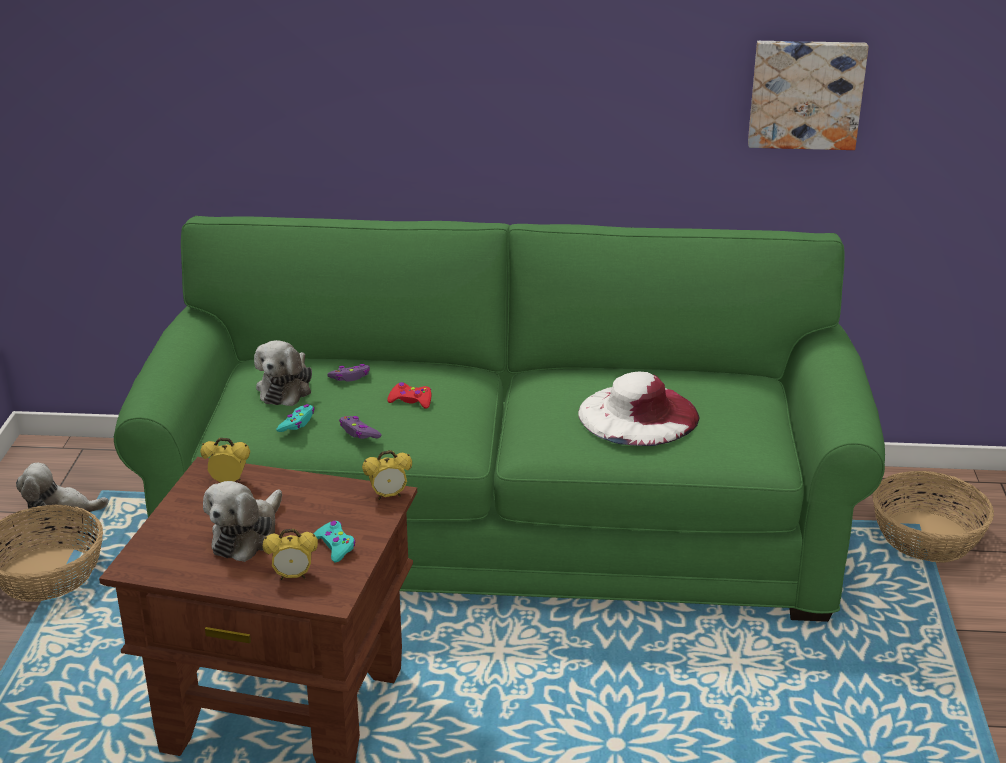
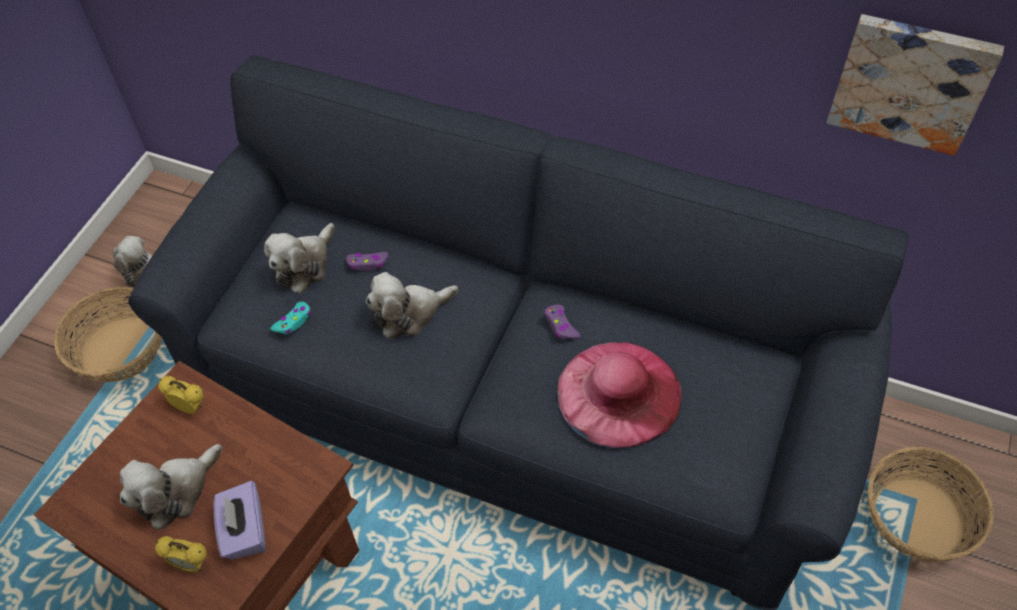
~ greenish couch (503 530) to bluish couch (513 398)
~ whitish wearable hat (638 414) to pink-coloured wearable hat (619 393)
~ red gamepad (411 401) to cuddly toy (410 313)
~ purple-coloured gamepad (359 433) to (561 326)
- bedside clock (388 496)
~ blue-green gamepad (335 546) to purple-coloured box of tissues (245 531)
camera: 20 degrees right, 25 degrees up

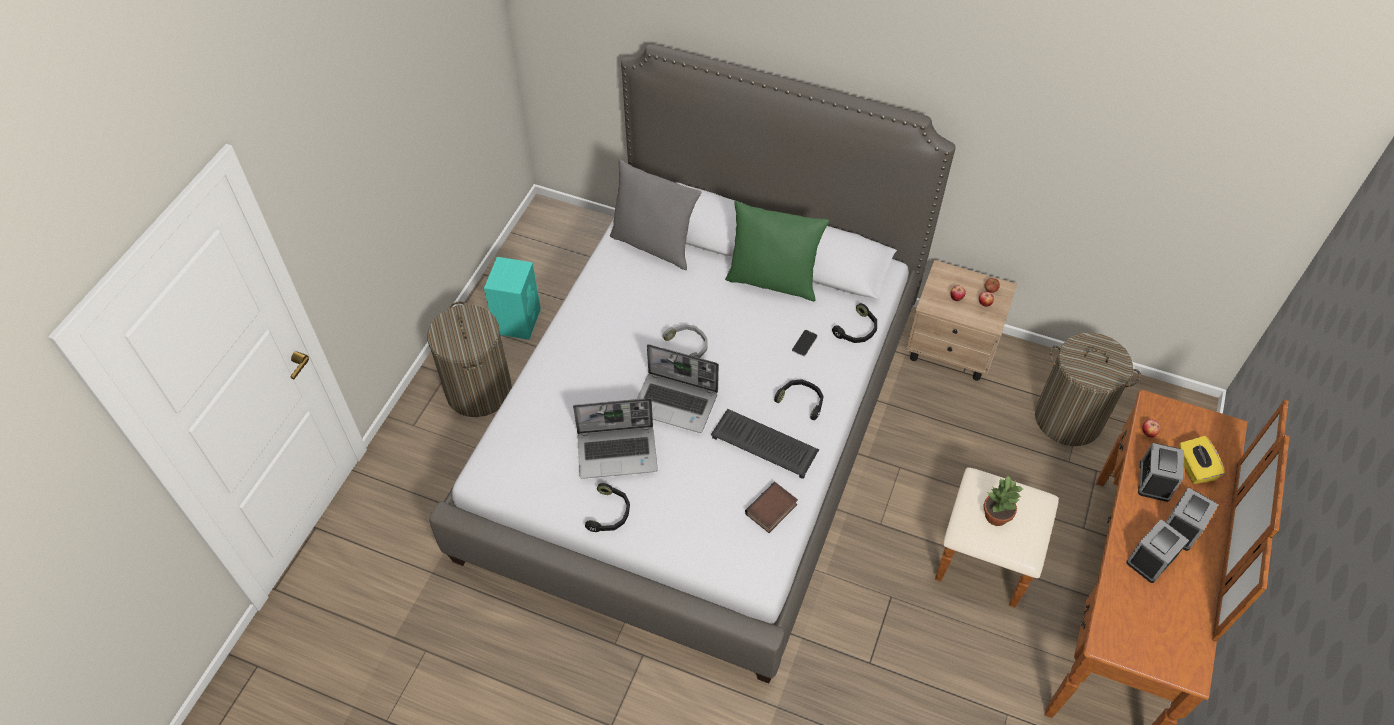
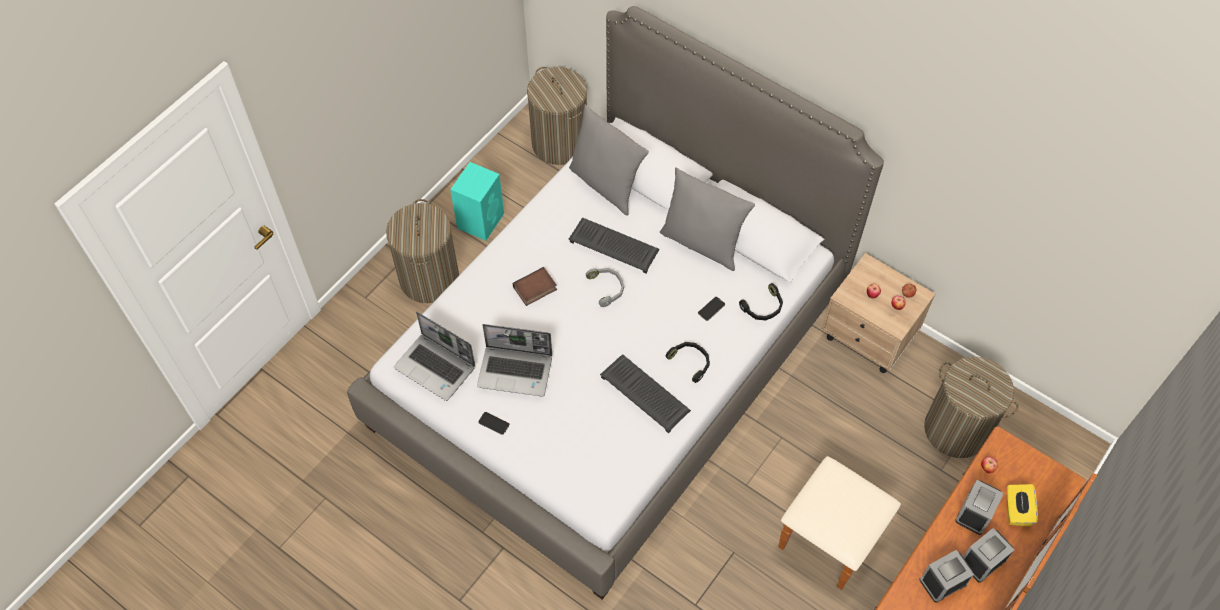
~ greenish cushion (772 281) to gray cushion (702 243)
~ portable computer (676 403) to (436 367)
- potted plant (996 516)
~ bound book (771 511) to (535 289)
~ blackish pair of headphones (610 513) to handset (494 423)
+ laundry basket (560 143)
+ PC keyboard (615 245)
camera: 15 degrees right, 5 degrees up

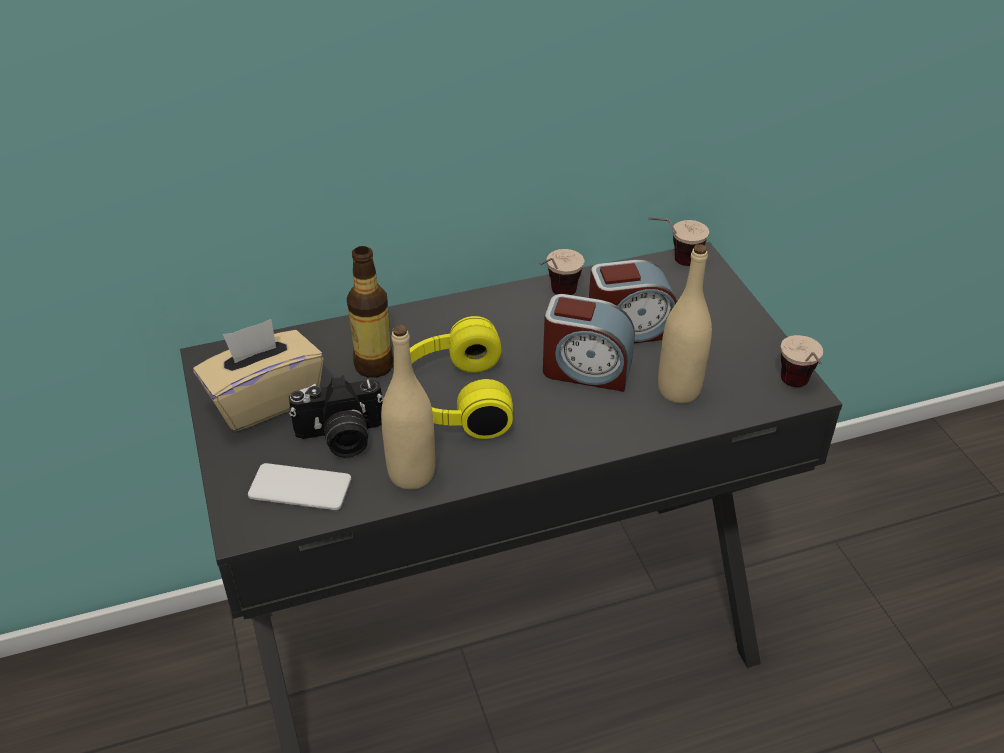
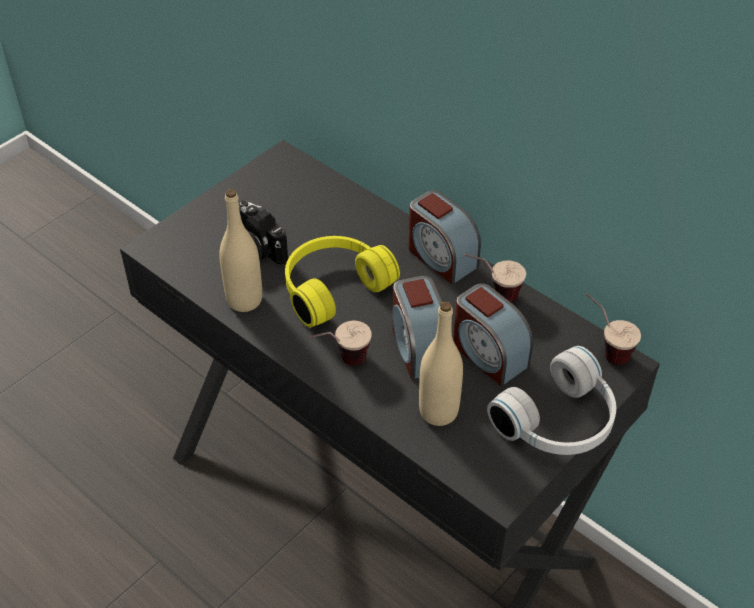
- bottle (374 366)
- sand-coloured box of tissues (265 400)
~ drinking cup (798 390) to (341 363)
- handset (300 488)
+ bedside clock (441 257)
+ whitish pair of headphones (560 423)
camera: 60 degrees right, 5 degrees up

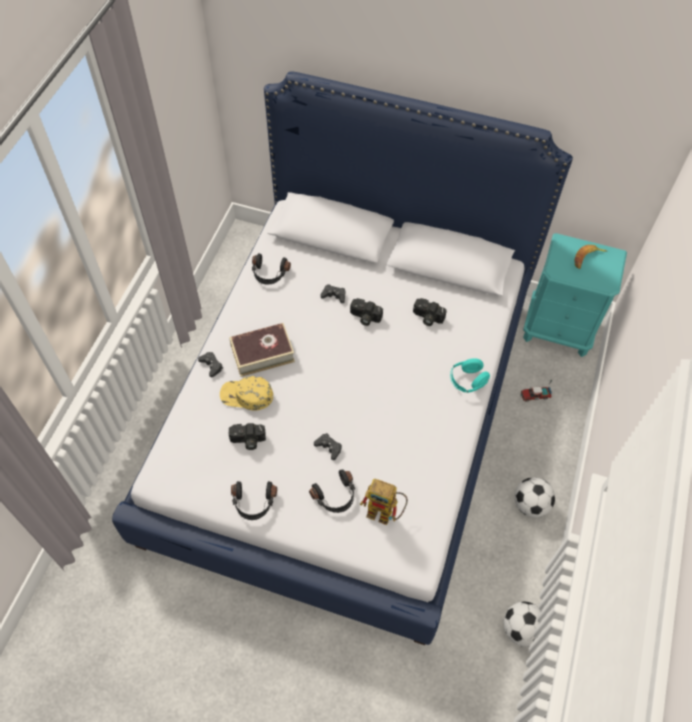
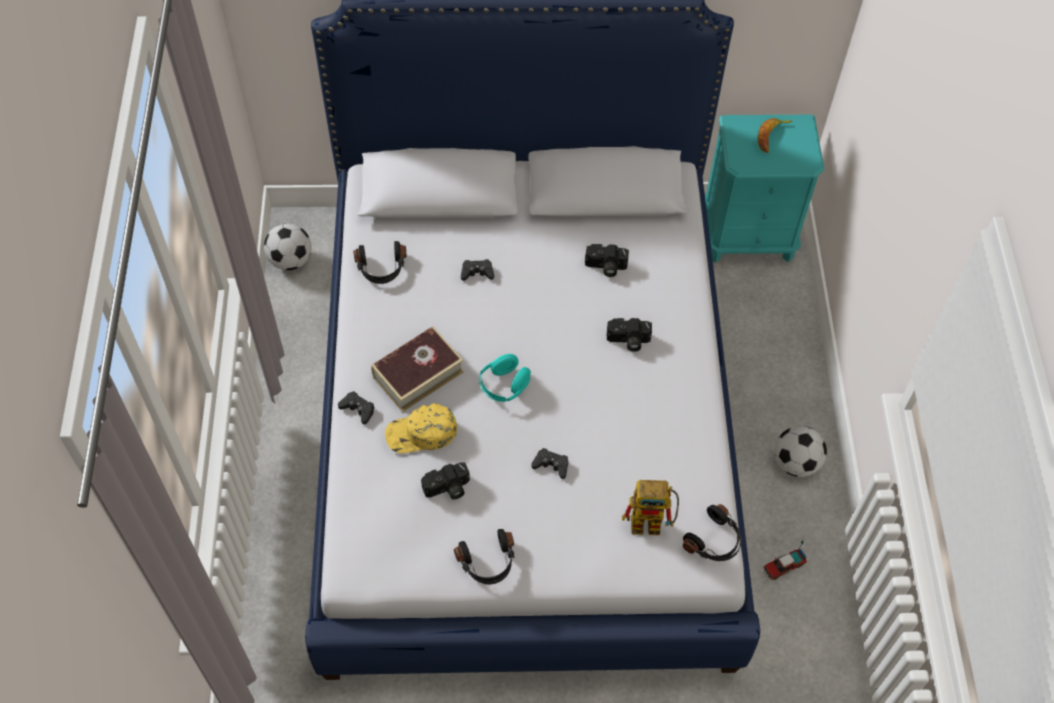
~ still camera (364 317) to (628 341)
~ blue-green pair of headphones (467 381) to (504 386)
~ model truck (534 395) to (783 566)
~ blackish pair of headphones (335 496) to (714 541)
~ football (521 629) to (290 260)
camera: 20 degrees left, 0 degrees up

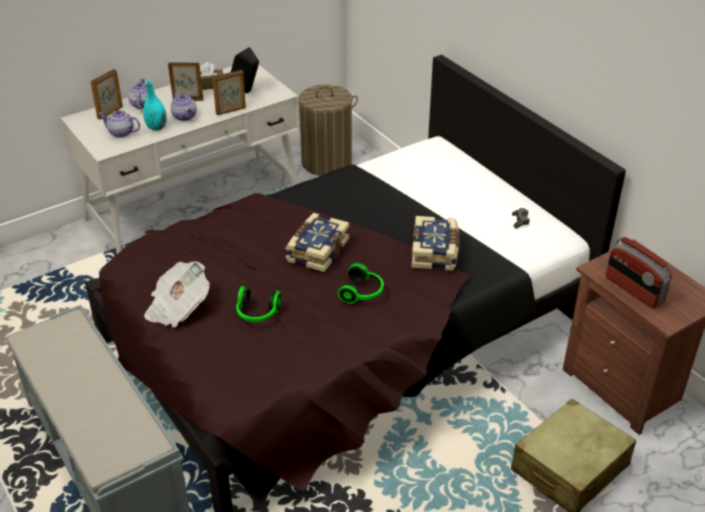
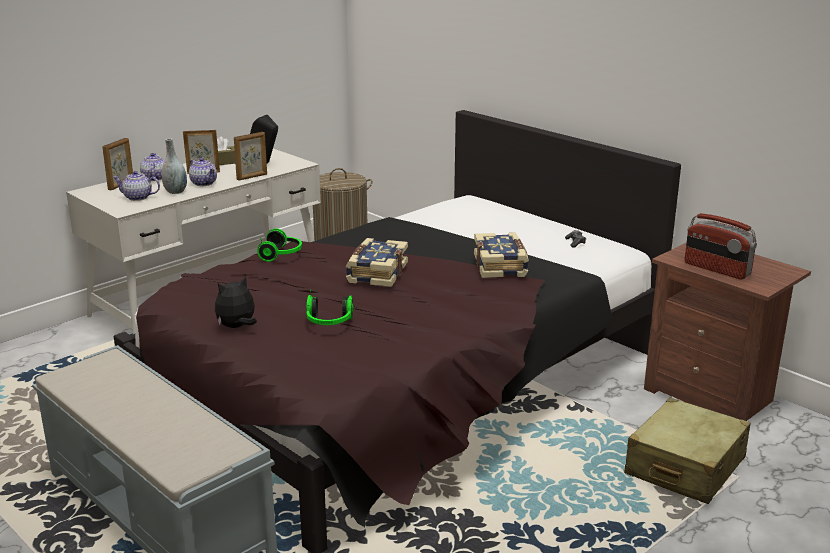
~ blue-green decorative vase (156 127) to gray decorative vase (175 192)
~ newspaper (177 308) to cuddly toy (237 327)
~ pair of headphones (362 293) to (282 255)
camera: 10 degrees left, 15 degrees down

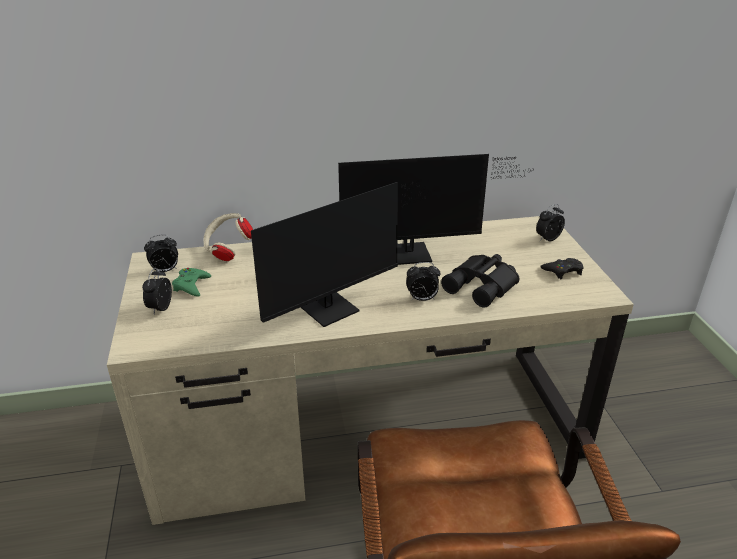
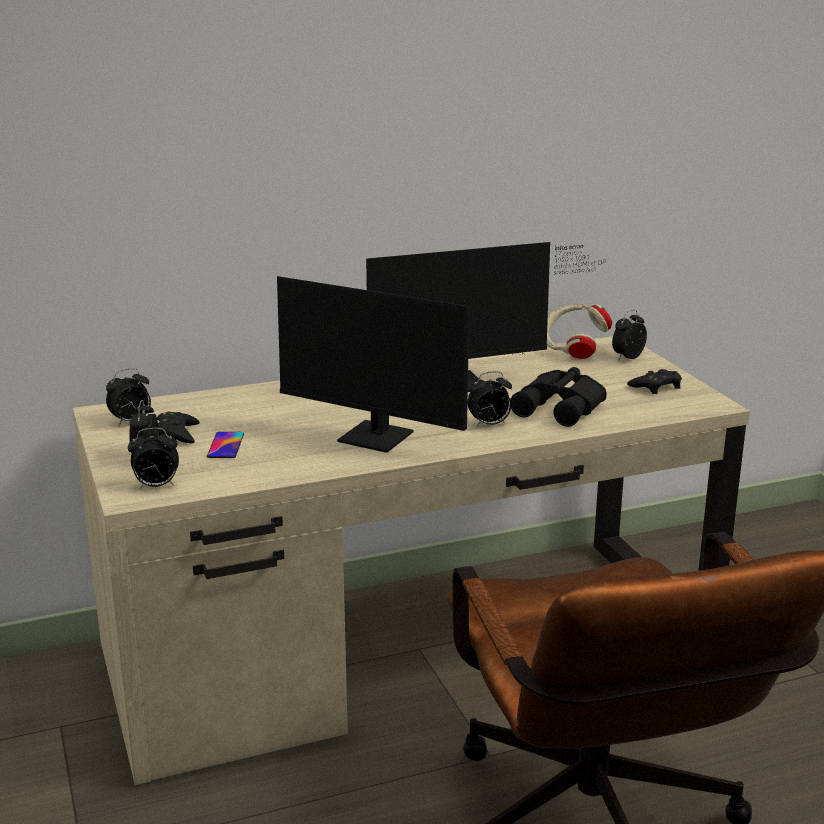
~ computer screen (337 307) = (383 439) 75 degrees clockwise
~ sand-coloured pair of headphones (228 251) to (572 350)
~ greenish gamepad (191 285) to blackish gamepad (176 434)
+ bedside clock (156 486)
+ handset (226 445)
camera: 10 degrees left, 10 degrees down

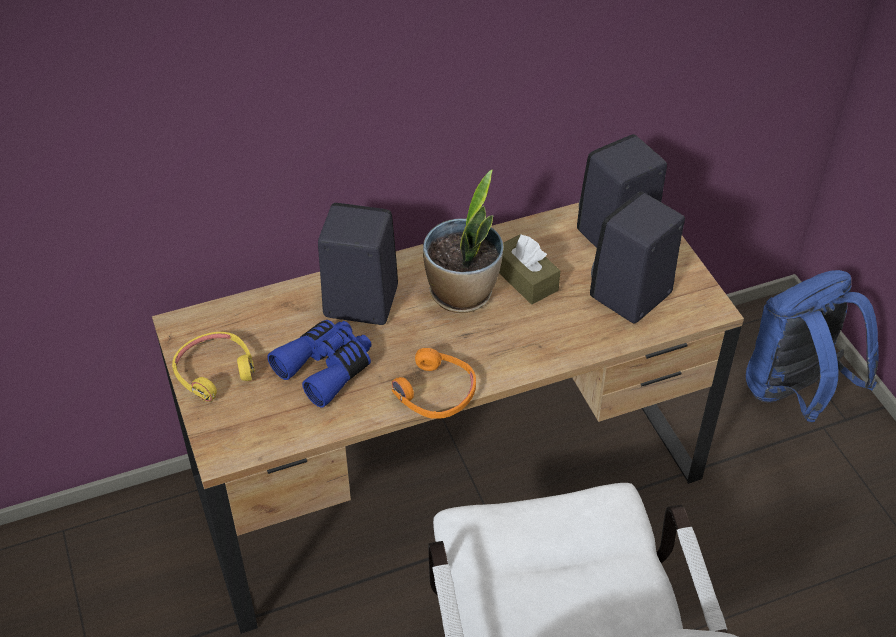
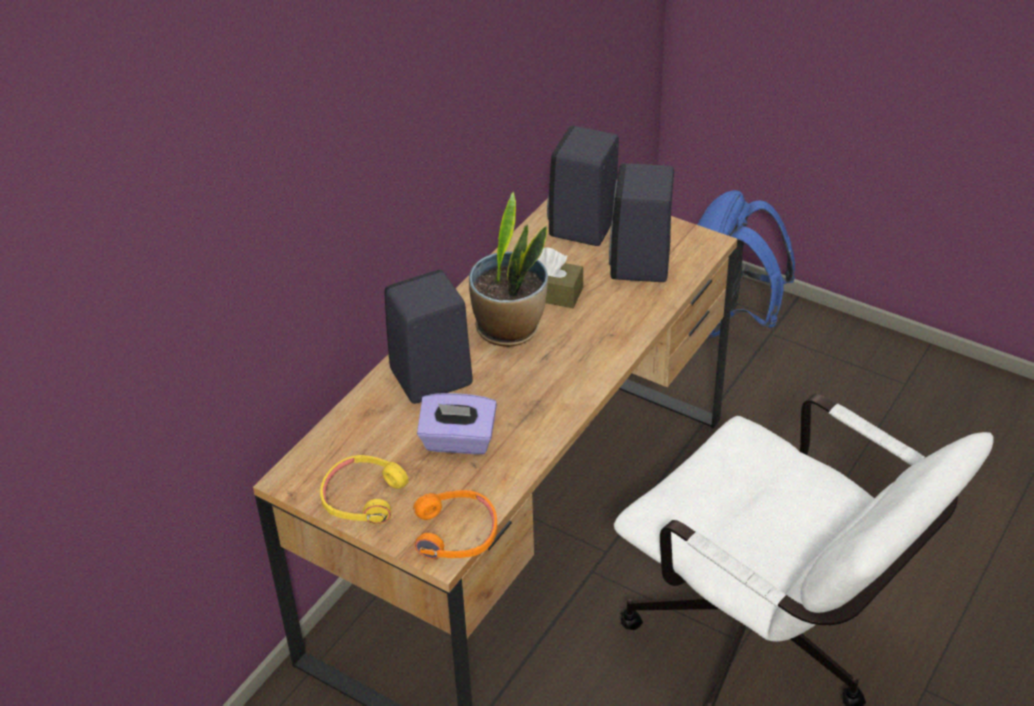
~ bluish field glasses (326 368) to purple-coloured box of tissues (458 441)
~ orange pair of headphones (436 393) to (456 533)
camera: 35 degrees left, 5 degrees down

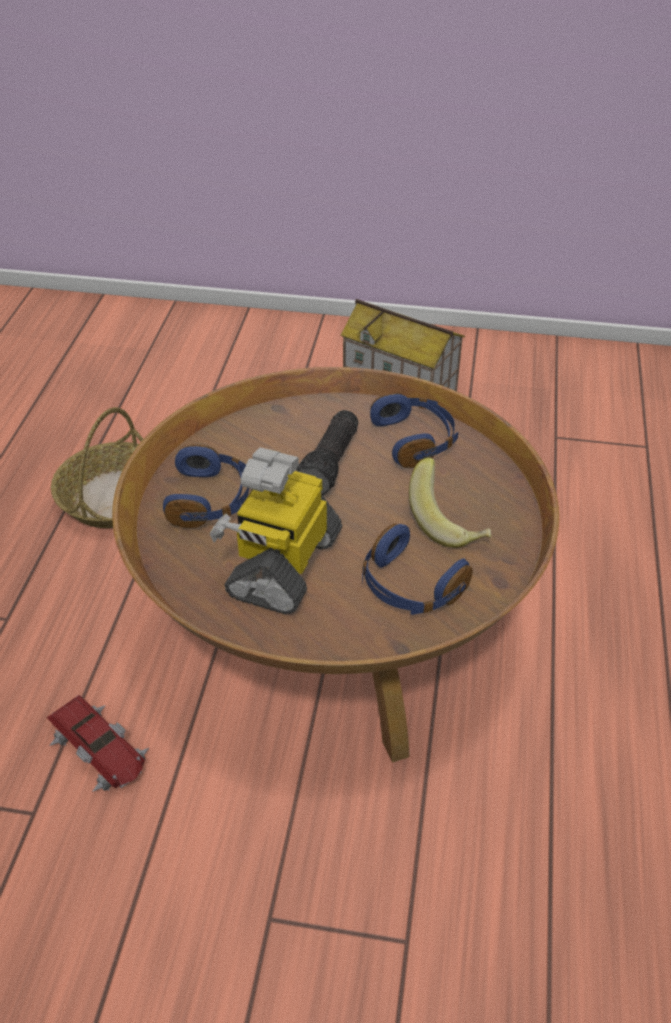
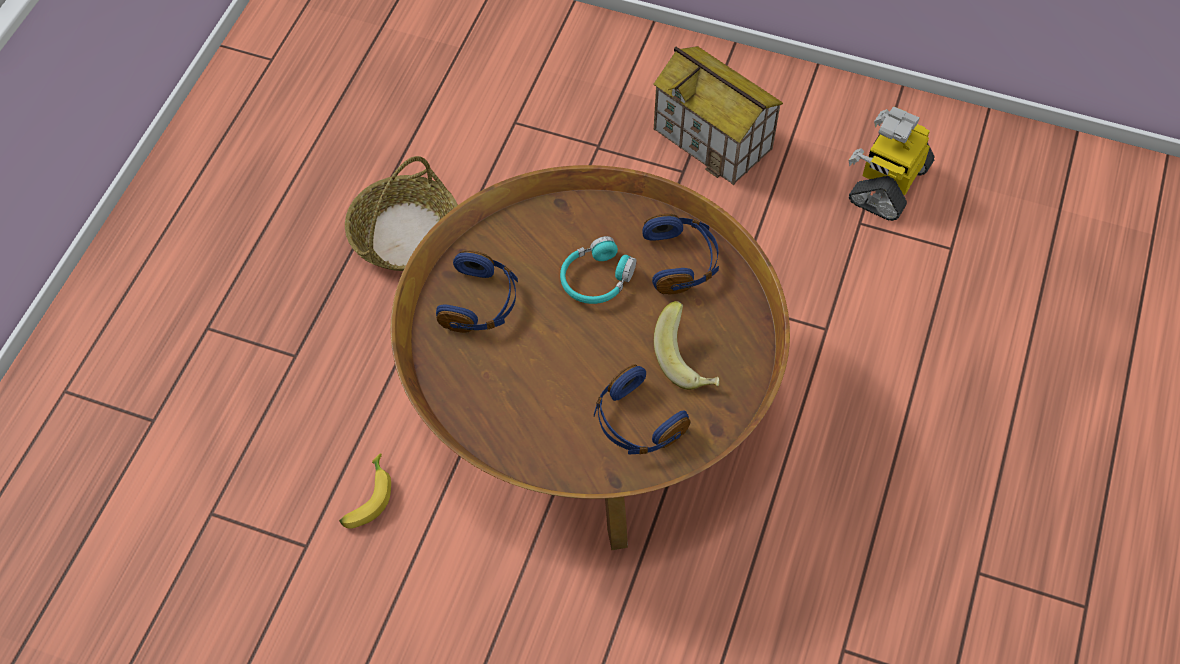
~ torch (331 465) to blue-green pair of headphones (596 279)
~ robot figure (283 564) to (887 183)
~ model car (100 749) to whole banana (366 498)
camera: 10 degrees right, 15 degrees up

